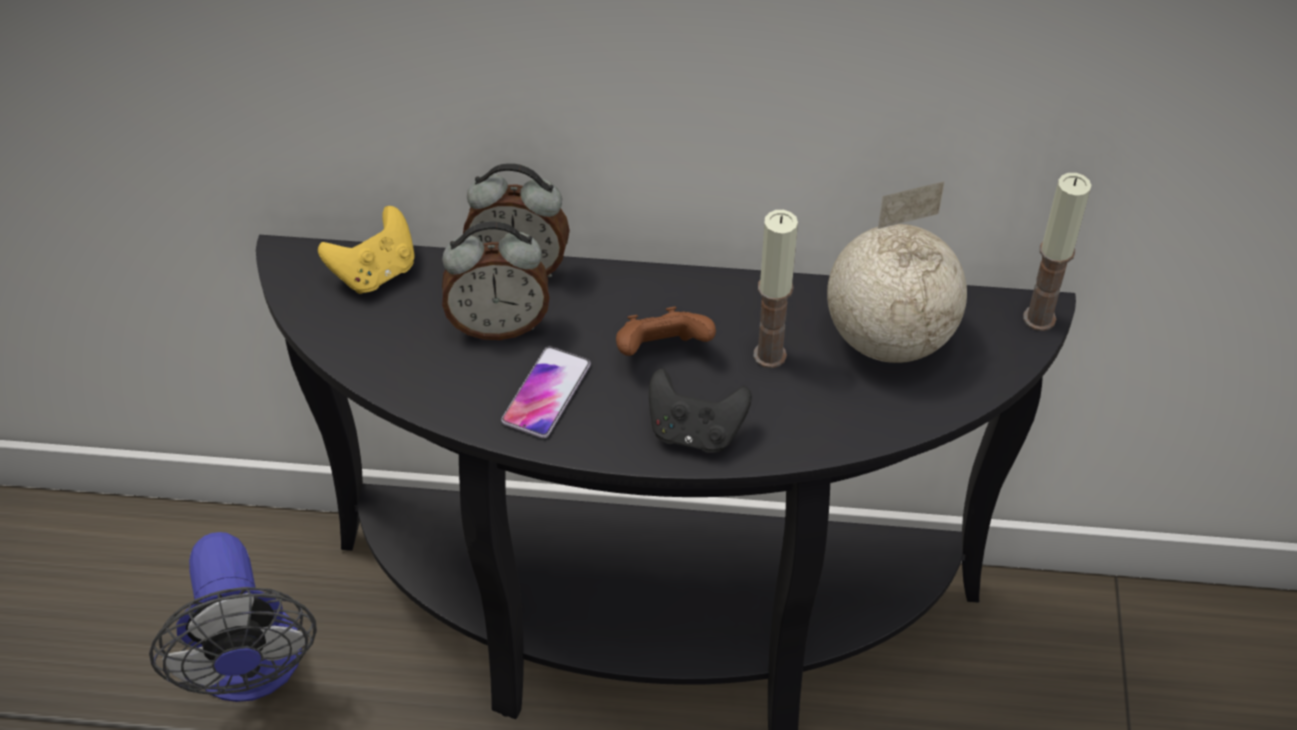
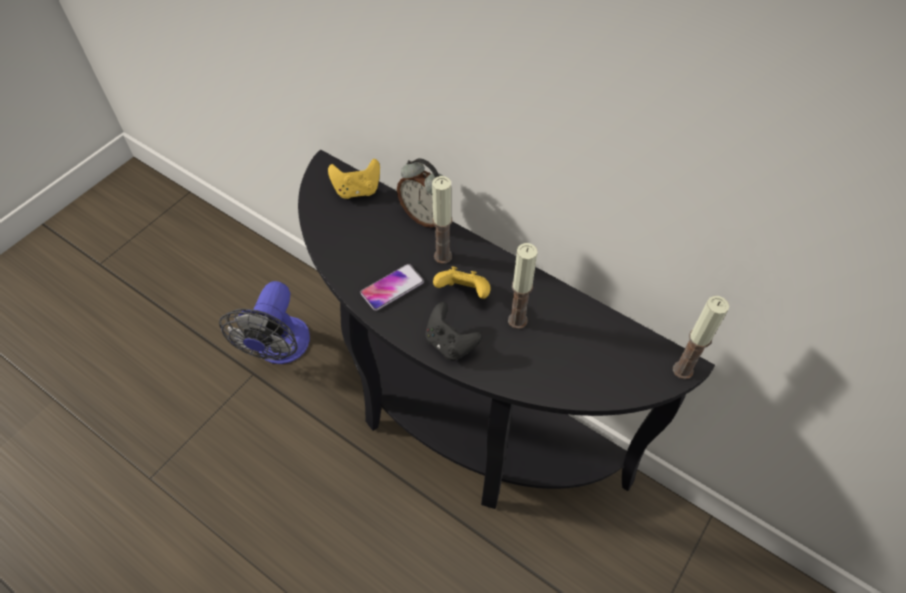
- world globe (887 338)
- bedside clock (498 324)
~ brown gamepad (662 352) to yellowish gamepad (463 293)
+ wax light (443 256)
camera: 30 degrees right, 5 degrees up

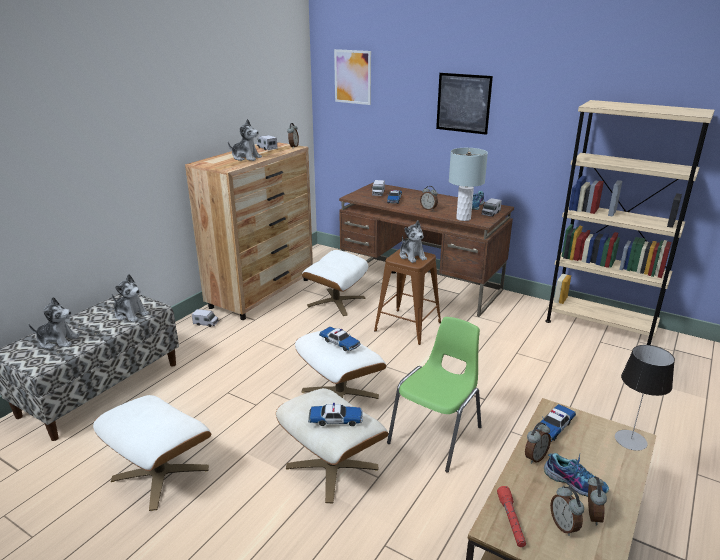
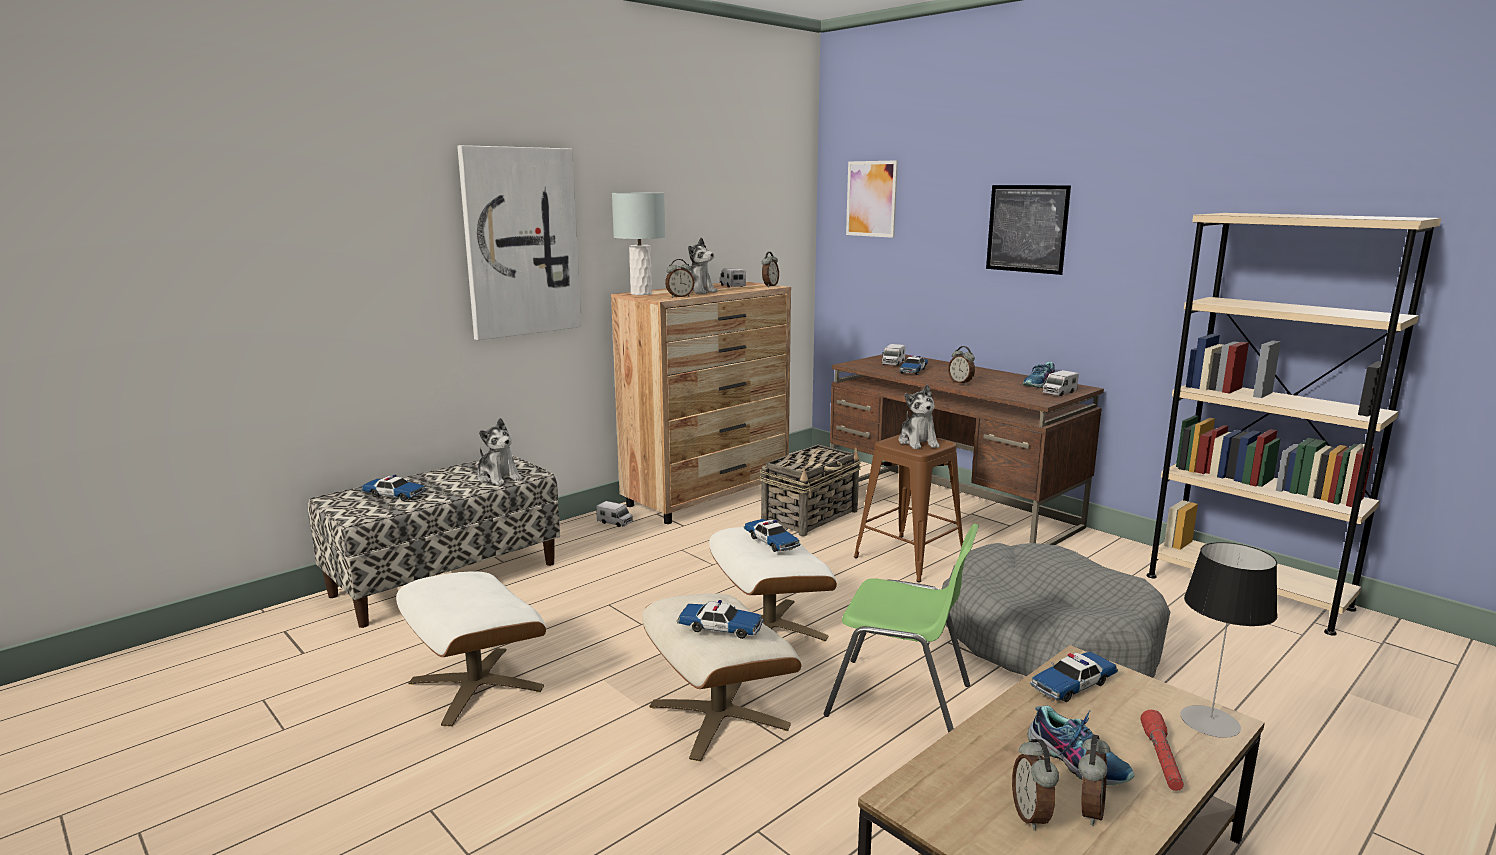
~ gray lamp for a table (463 218) to (641 294)
~ whitish footrest (336 301) to storage basket (811 516)
~ cuddly toy (58 341) to model car (394 495)
~ greenish plain chair (437 435) = (901 700) 60 degrees clockwise
~ bedside clock (534 457) to (679 297)
~ red torch (511 521) to (1161 759)
+ wall art (521 242)
+ gray pet bed (1047 641)
camera: 15 degrees right, 10 degrees down

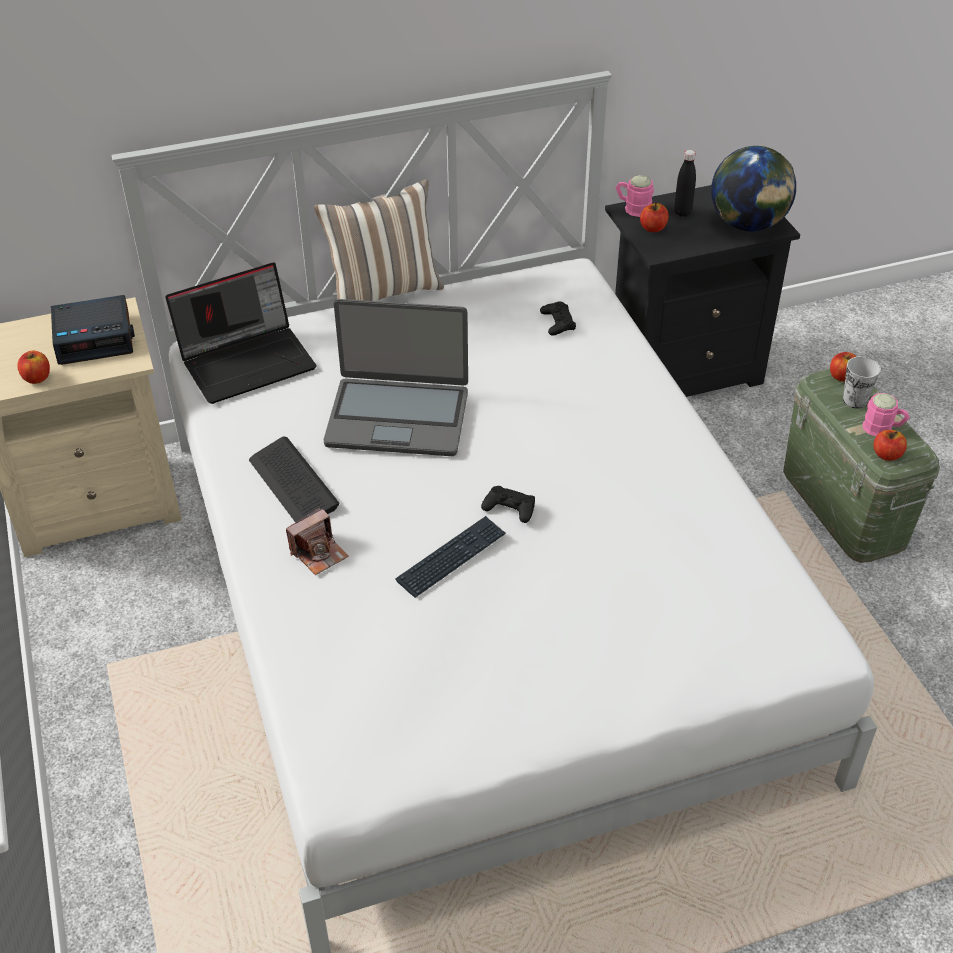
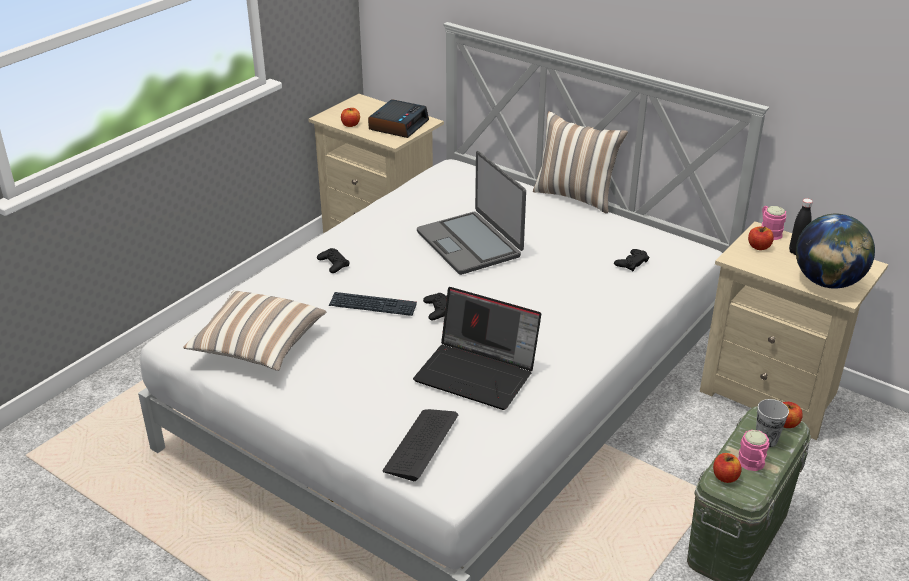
~ blackish bedside table (681 369) to sand-coloured bedside table (774 393)
~ portable computer (248 360) to (478 373)
~ bedside clock (95 337) = (398 125) 105 degrees counterclockwise
~ PC keyboard (293 483) to (421 445)
~ still camera (319 553) to blackish gamepad (333 264)
+ cushion (258 347)
camera: 55 degrees right, 10 degrees down

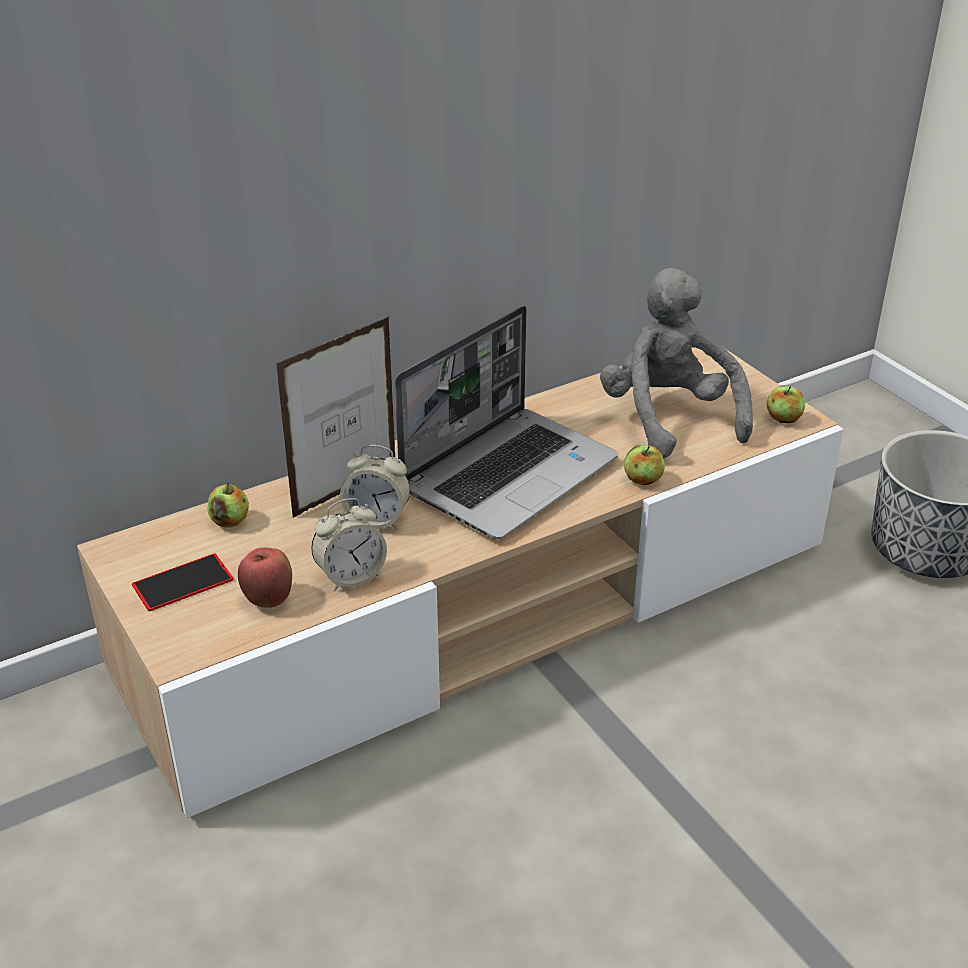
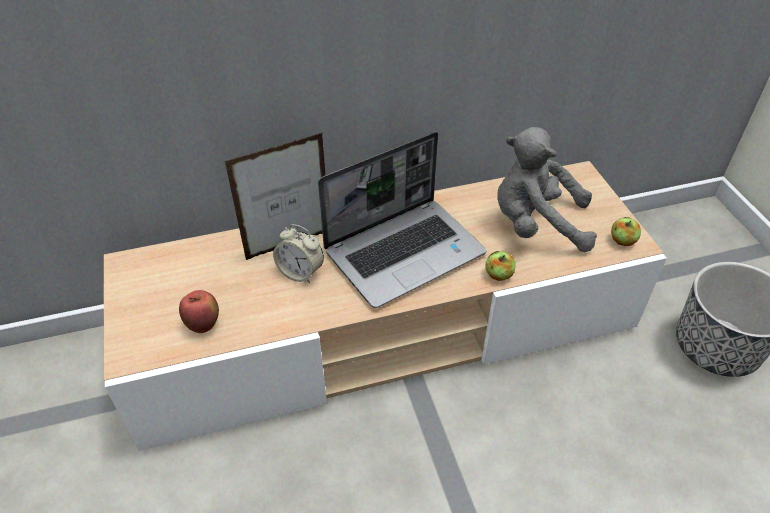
~ gray cuddly toy (668 418) = (536 225) 75 degrees counterclockwise
- apple fruit (230 521)
- bedside clock (350 576)
- handset (183 582)
camera: 15 degrees right, 10 degrees up

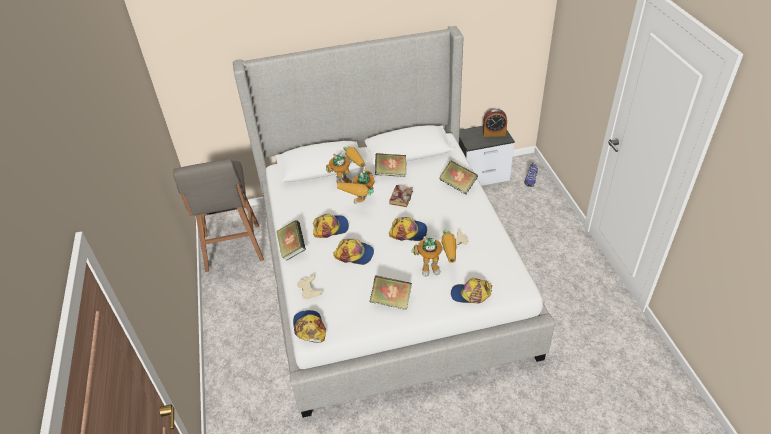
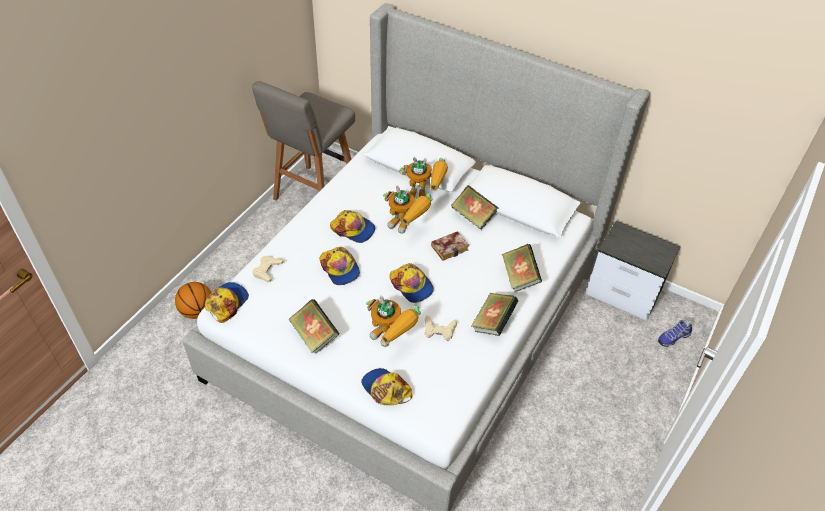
- bedside clock (494 133)
~ robot figure (361 204) = (407 227) 120 degrees counterclockwise
~ bound book (292 248) to (493 322)
+ basketball (197 311)
camera: 40 degrees right, 5 degrees up

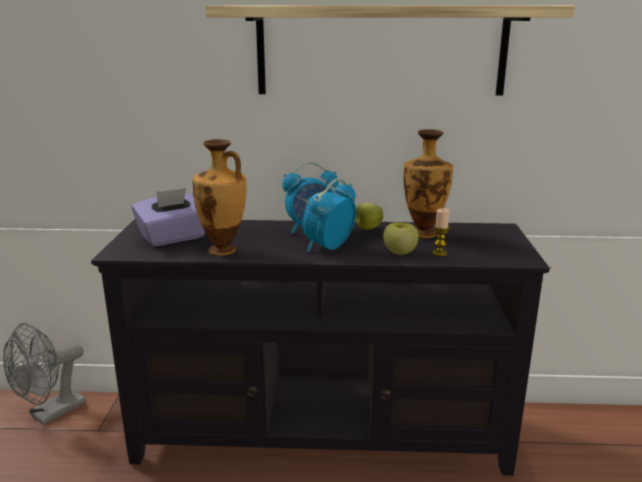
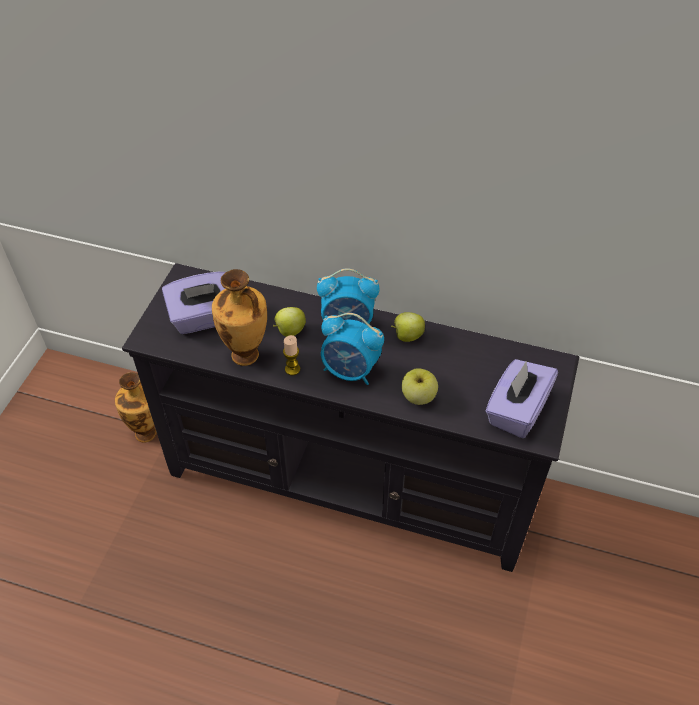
- bracket shelf (381 51)
~ decorative vase (424 233) to (147 432)
~ bedside clock (328 247) = (350 371) 120 degrees counterclockwise
~ wax light (439 253) to (292 369)
- gray cooling fan (51 414)
+ apple fruit (289 331)
+ purple-coloured box of tissues (516 410)
camera: 15 degrees right, 30 degrees up

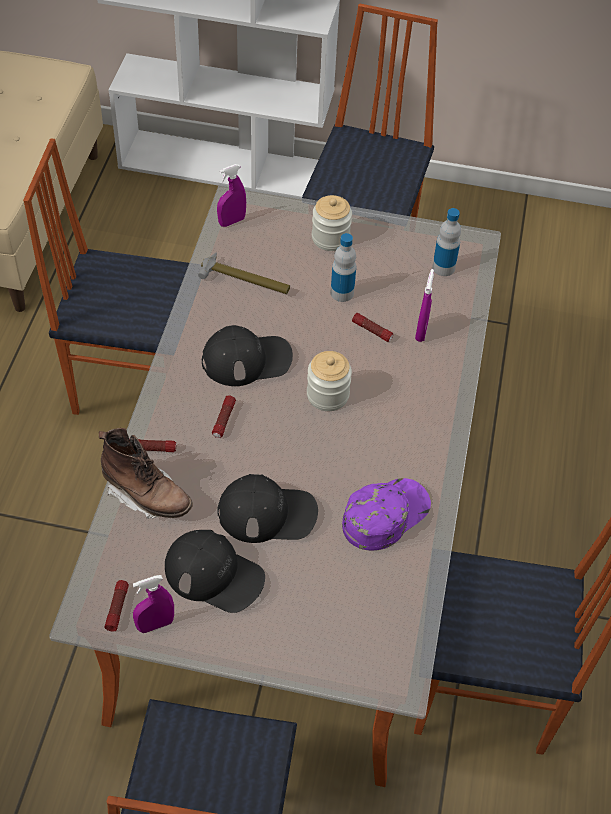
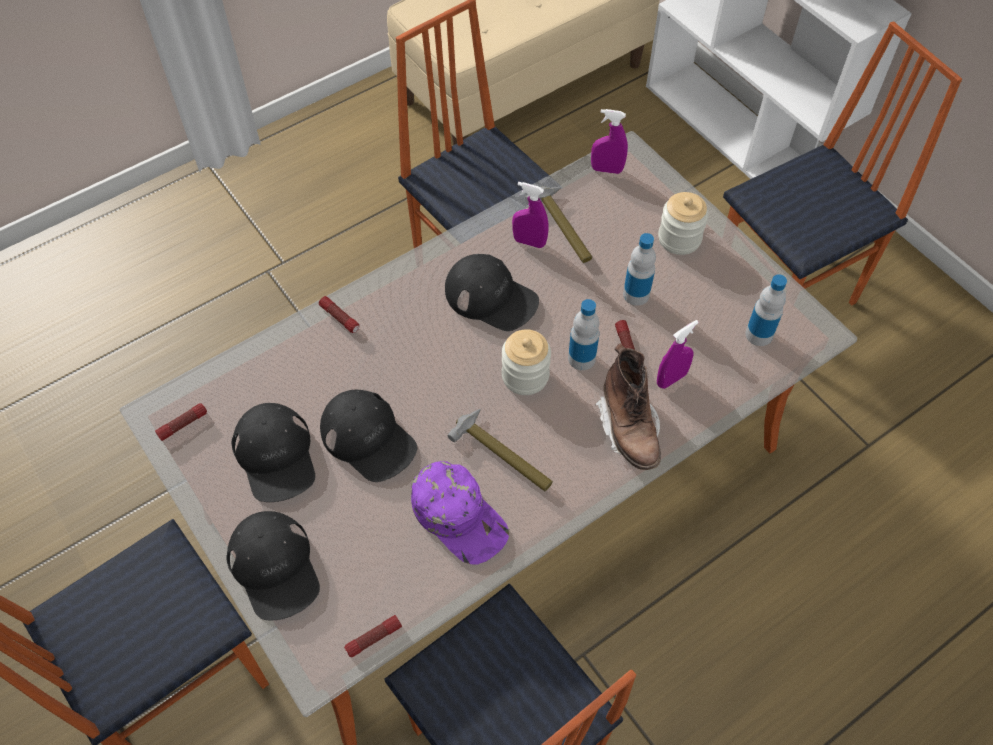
~ torch (224 420) to (373 638)
~ brown tall boot (146 495) to (629 429)
~ purple-coloured baseball cap (384 514) = (459 516) 45 degrees clockwise
~ purple-coloured spray bottle (155 624) to (529 242)
+ bottle (581 358)
+ hand hammer (503 456)
+ blackish baseball cap (275 567)
camera: 45 degrees right, 5 degrees up

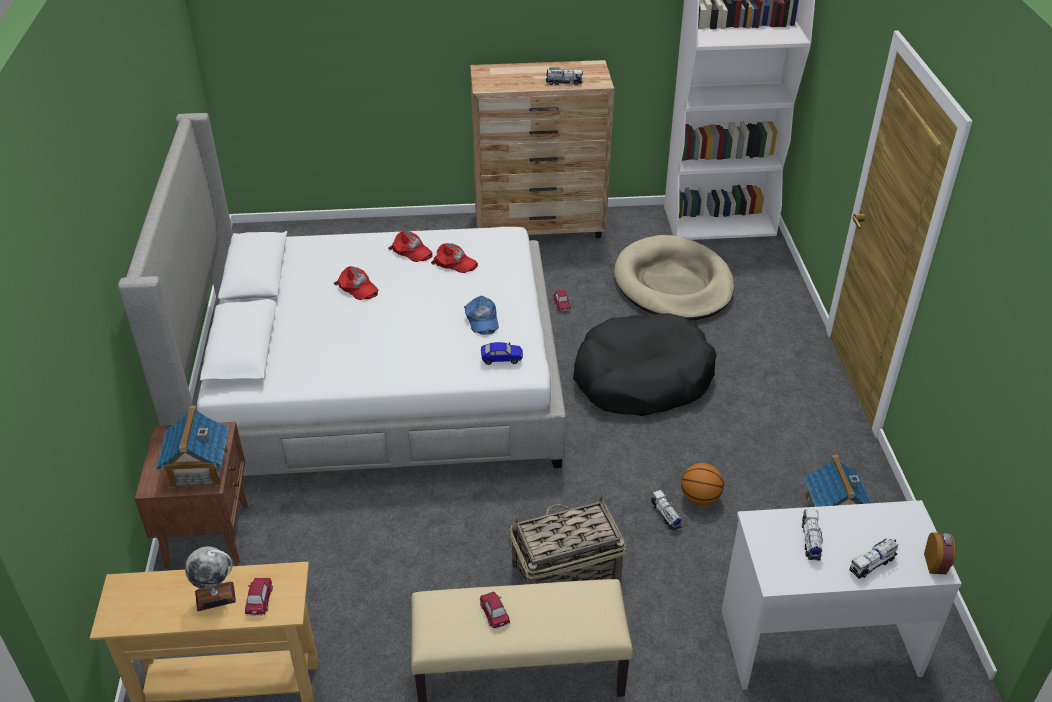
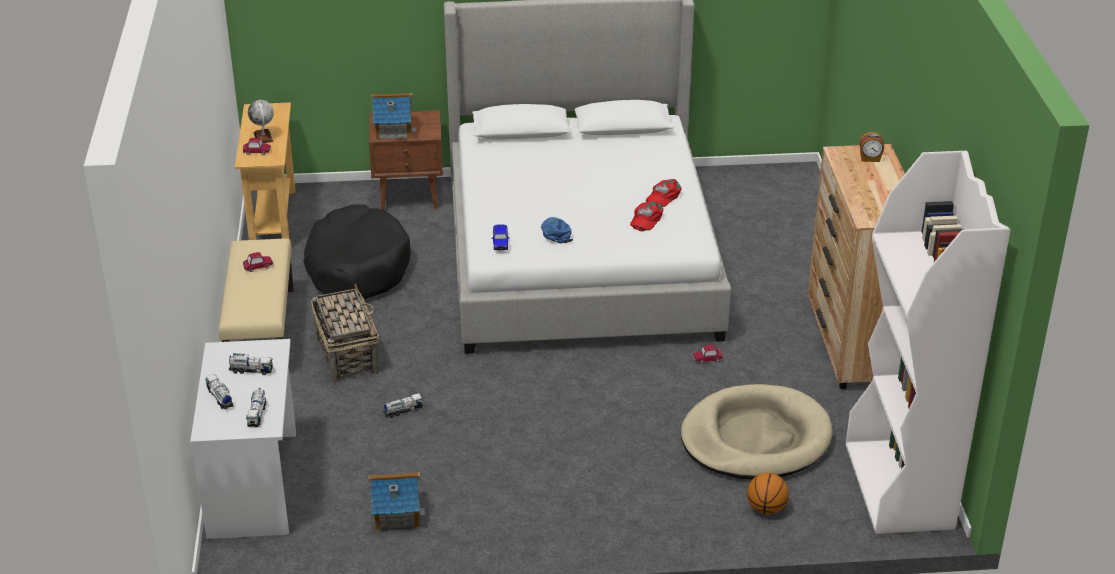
~ model truck (564 83) to (257 414)
- red baseball cap (357 287)
~ bluish baseball cap (481 319) = (556 232) 90 degrees clockwise
~ blackish pet bed (641 379) to (357 267)
~ basketball (700 498) to (766 508)
~ bedside clock (935 564) to (870 159)
camera: 90 degrees right, 5 degrees down

